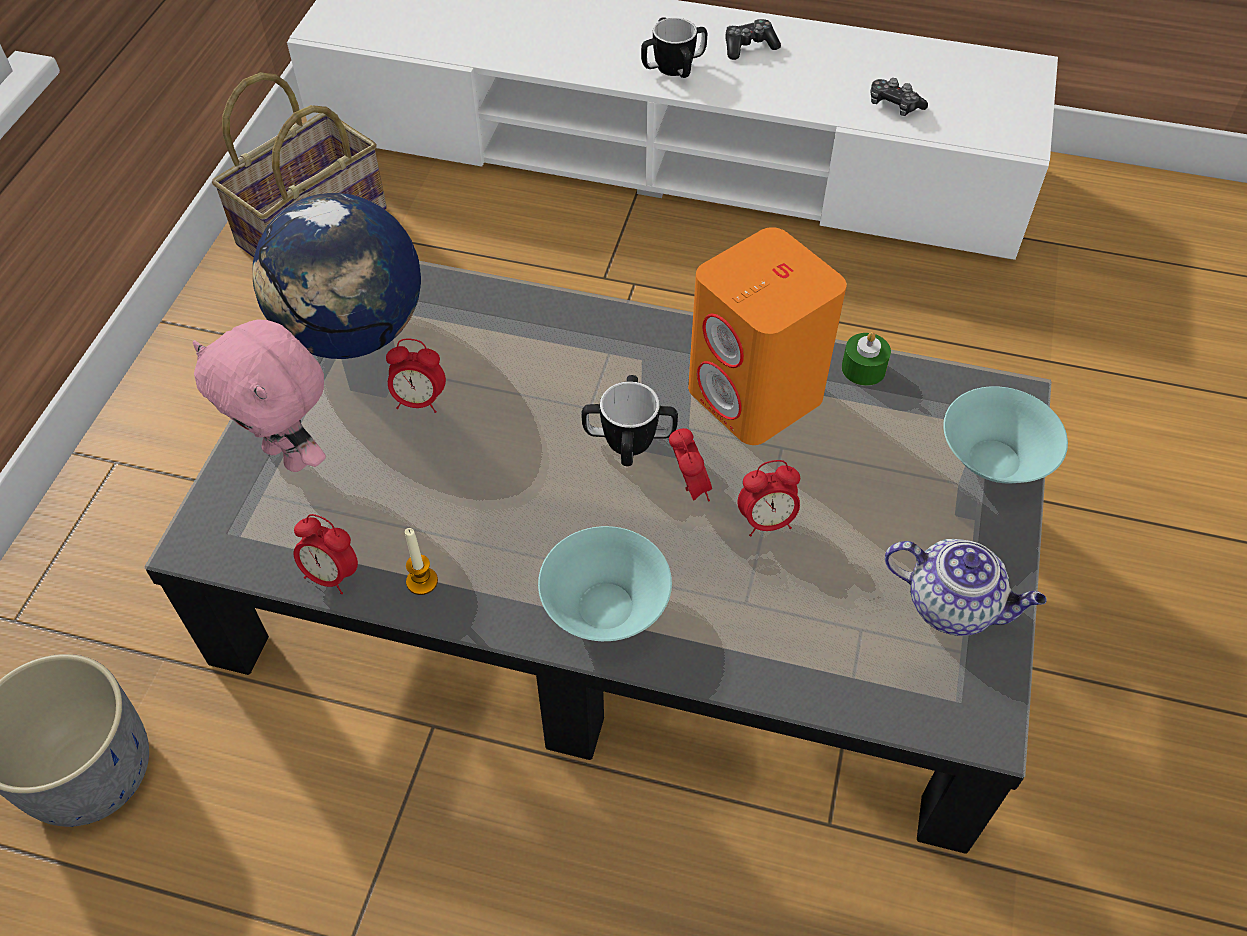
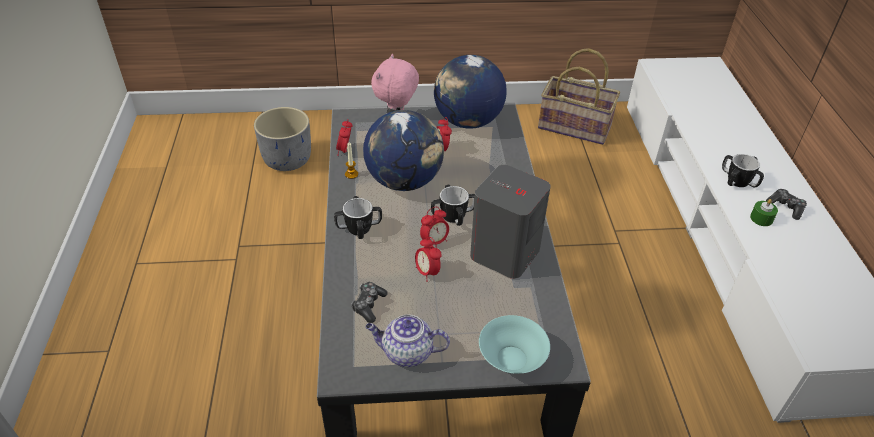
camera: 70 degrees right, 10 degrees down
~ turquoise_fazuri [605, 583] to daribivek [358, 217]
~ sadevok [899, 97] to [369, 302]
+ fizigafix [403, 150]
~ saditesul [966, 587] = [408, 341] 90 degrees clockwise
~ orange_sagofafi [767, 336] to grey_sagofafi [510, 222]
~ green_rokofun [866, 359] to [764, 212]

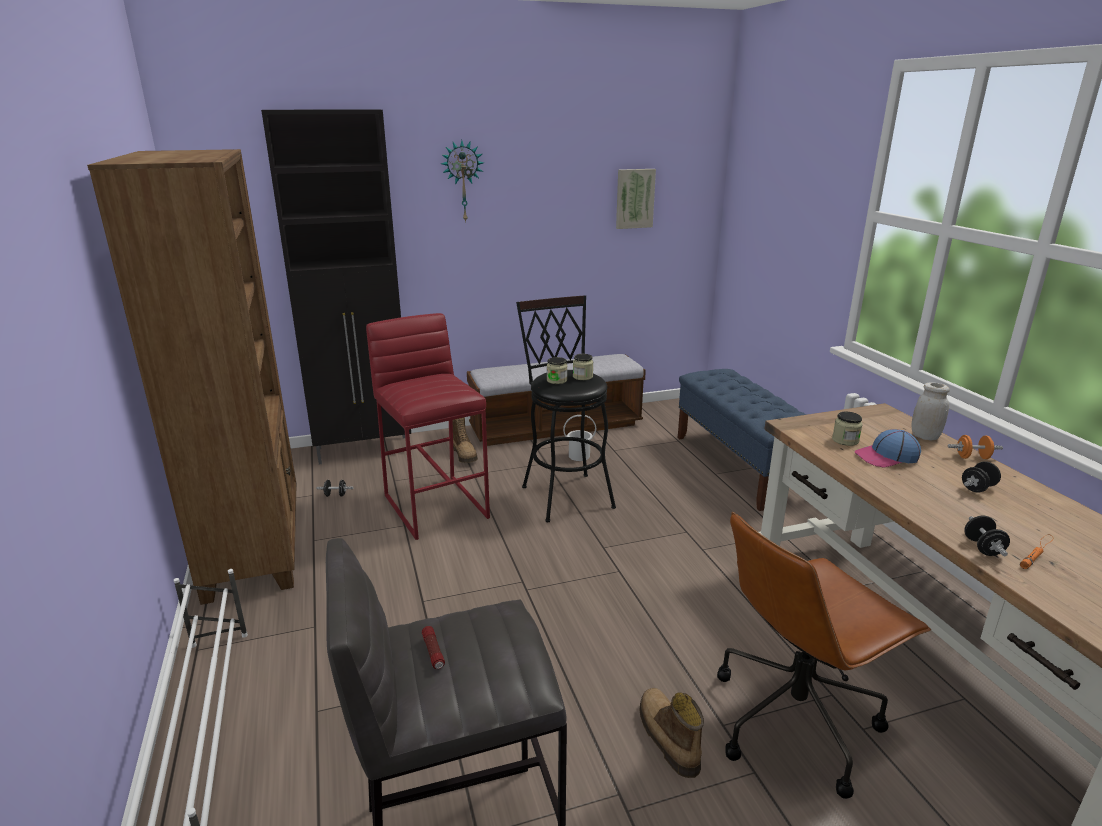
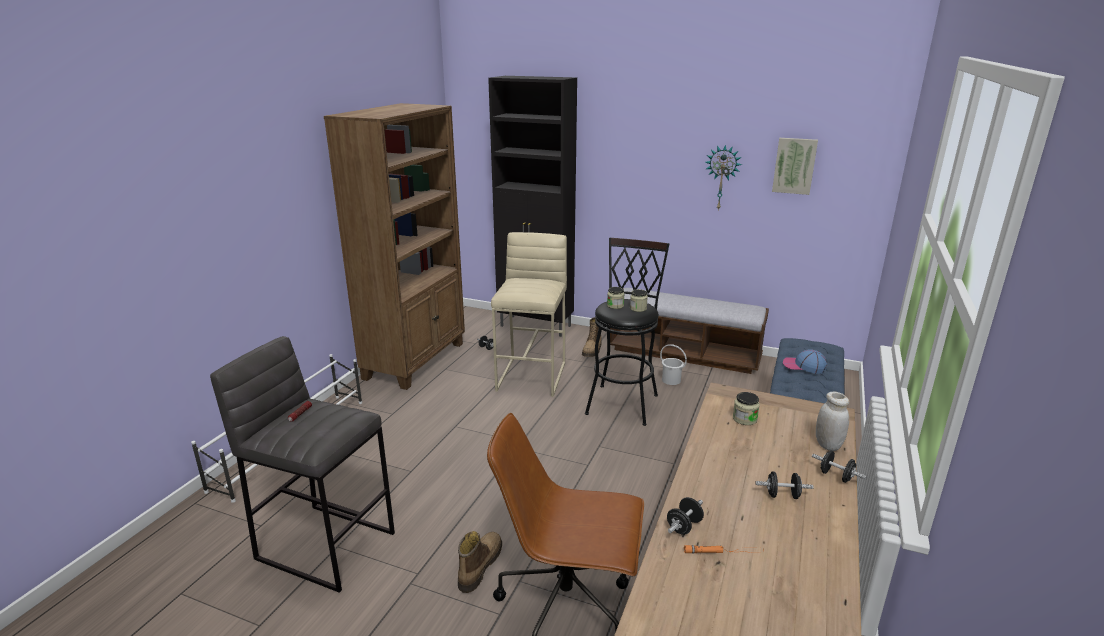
camera: 40 degrees right, 0 degrees up
~ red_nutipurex [428, 426] to beige_nutipurex [529, 314]
~ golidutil [462, 181] to [723, 177]
~ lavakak [887, 448] to [805, 361]
~ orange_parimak [975, 447] to black_parimak [839, 467]

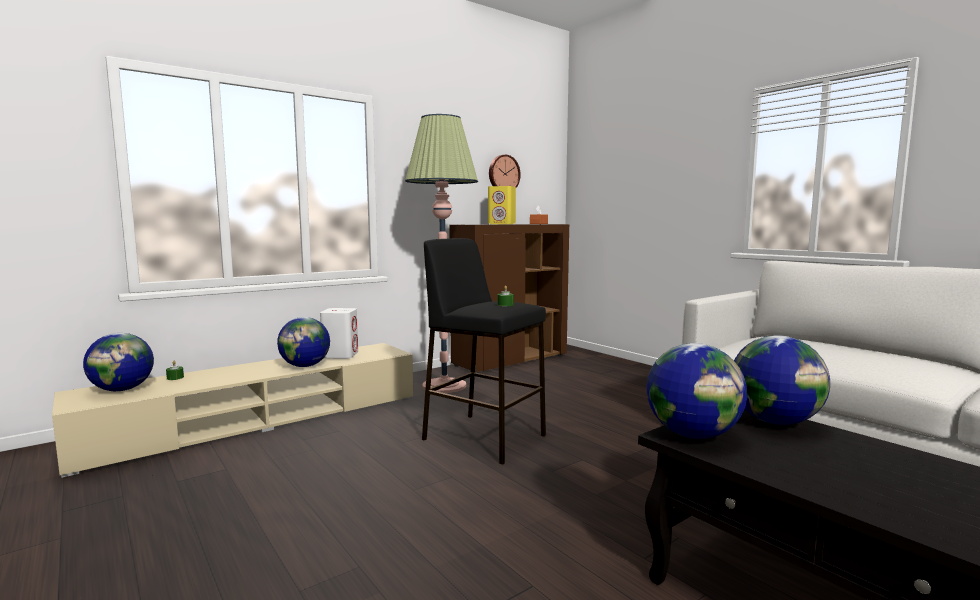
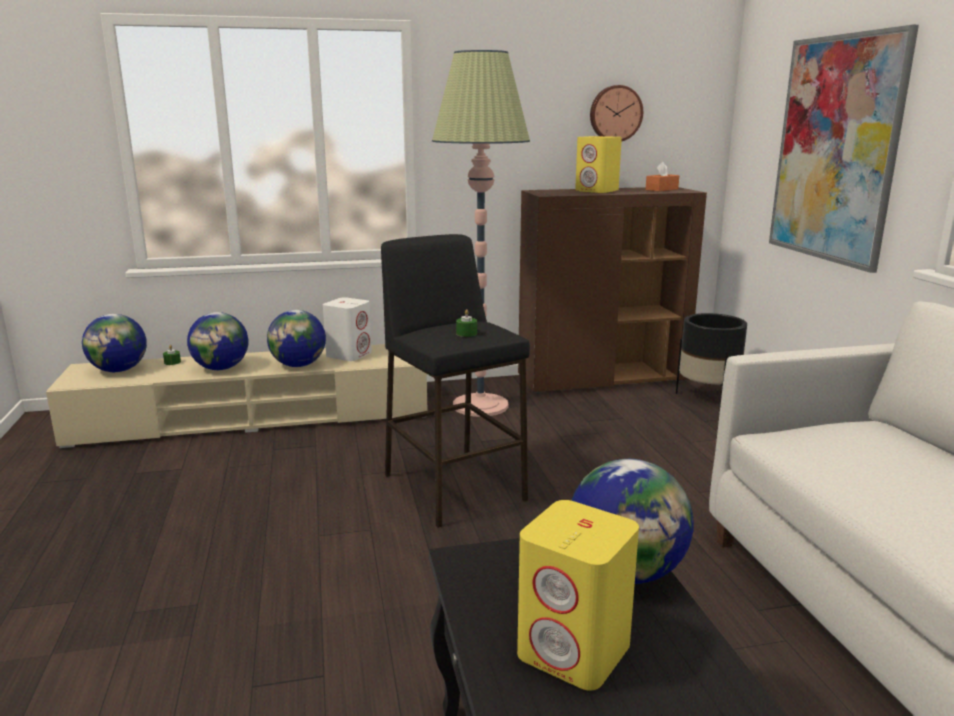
camera: 25 degrees right, 10 degrees up
~ fizigafix [696, 391] to [217, 341]
+ yellow_sagofafi [578, 595]
+ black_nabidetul [711, 359]
+ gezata [844, 149]

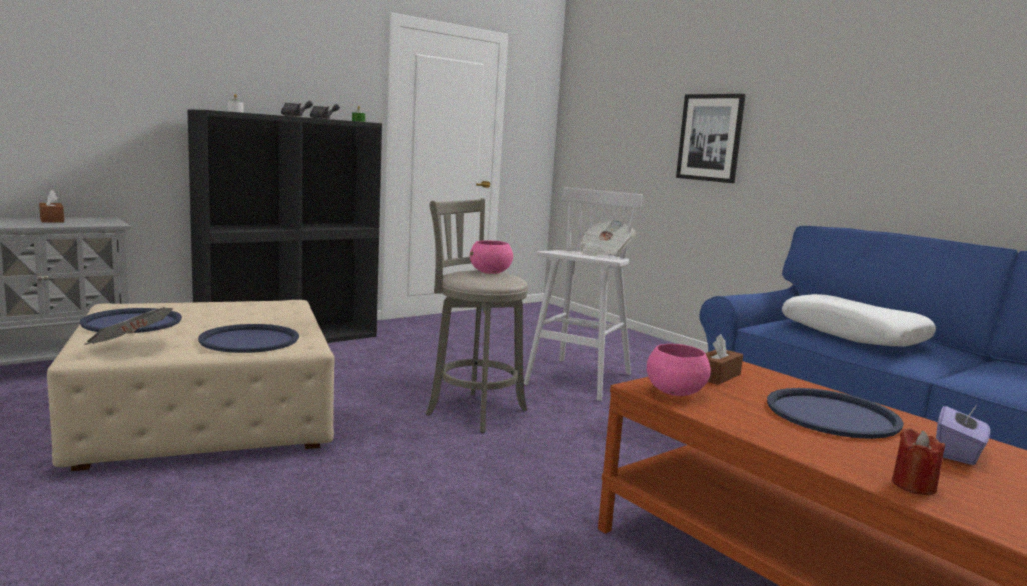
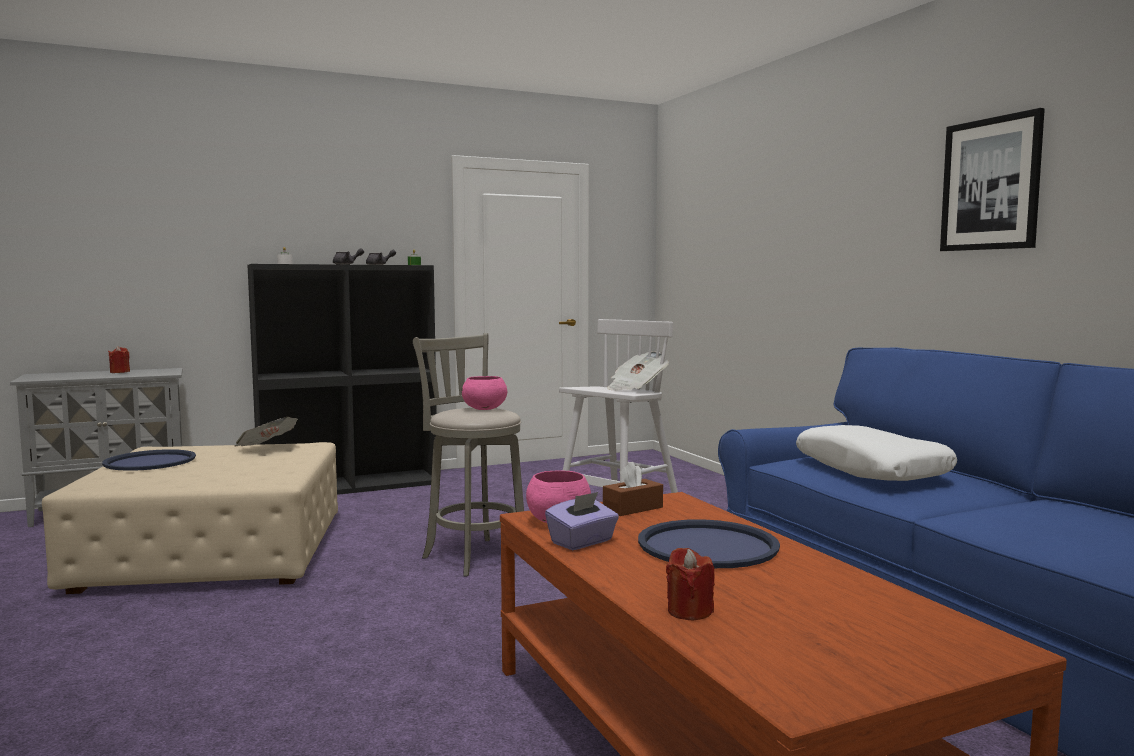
camera: 15 degrees right, 5 degrees down
~ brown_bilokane [51, 206] to red_rokofun [119, 359]
~ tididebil [128, 326] to [266, 431]
~ purple_bilokane [963, 433] to [582, 521]
~ gezata [711, 138] to [992, 179]
- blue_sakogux [248, 338]

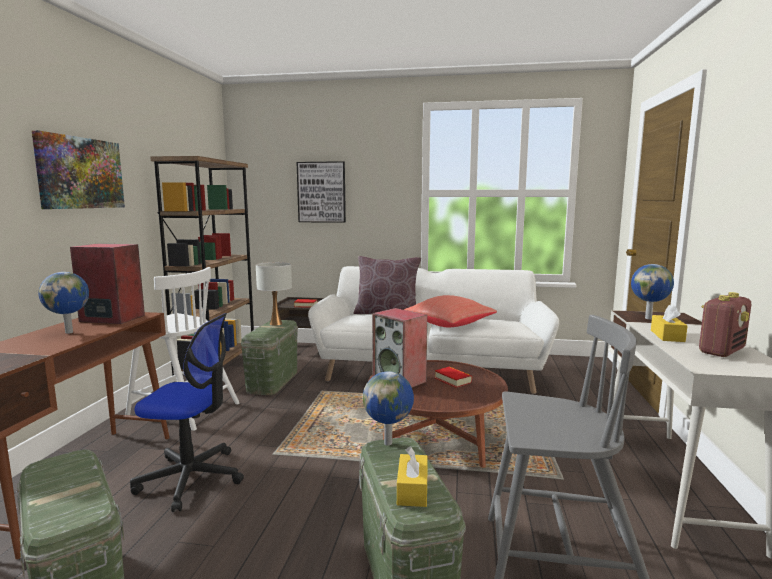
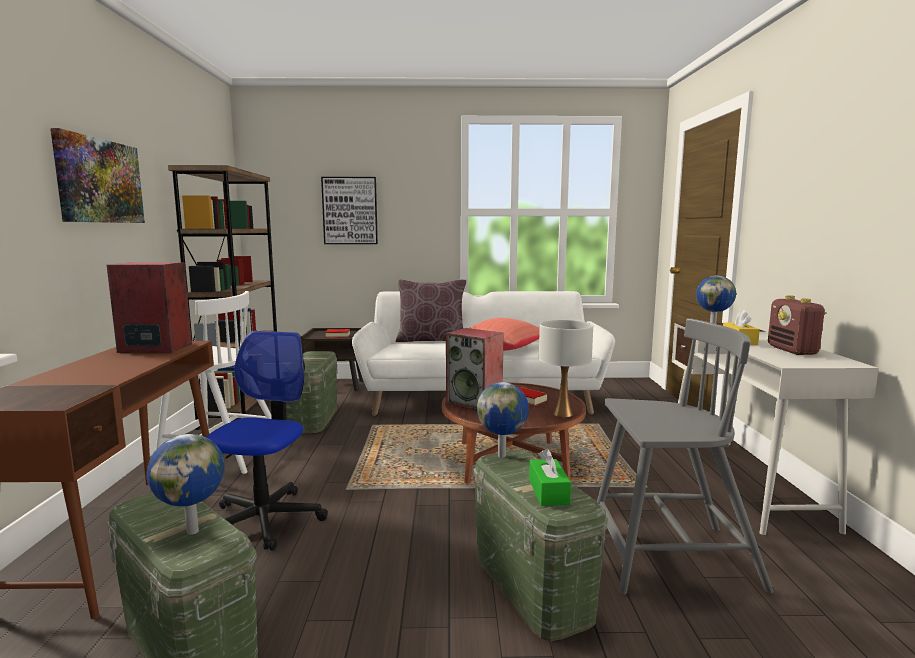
camera: 10 degrees left, 0 degrees up
~ fizigafix [64, 303] to [186, 484]
~ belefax [187, 412] = [267, 441] 75 degrees counterclockwise
~ yellow_bilokane [412, 476] to green_bilokane [550, 477]
~ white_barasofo [274, 294] to [566, 368]
~ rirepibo [725, 324] = [797, 325] 135 degrees clockwise

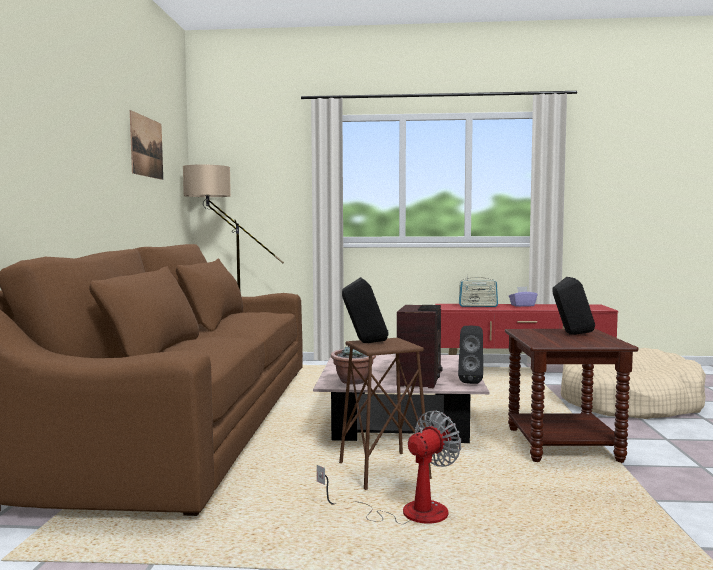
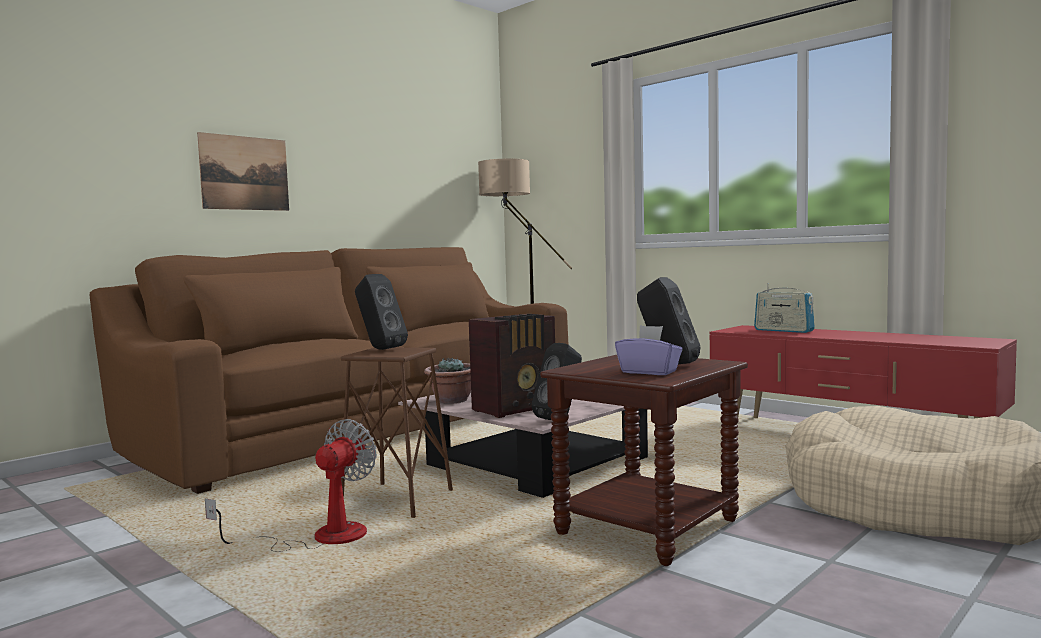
camera: 40 degrees right, 0 degrees up
~ gezata [146, 145] to [243, 171]
~ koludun [389, 467] = [291, 485] 60 degrees counterclockwise
~ purple_bilokane [523, 297] to [649, 350]

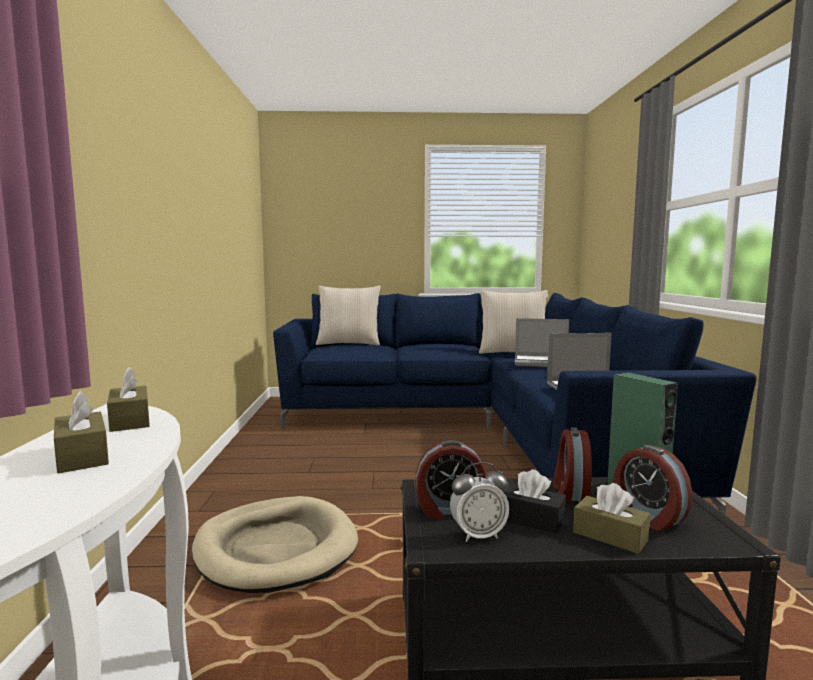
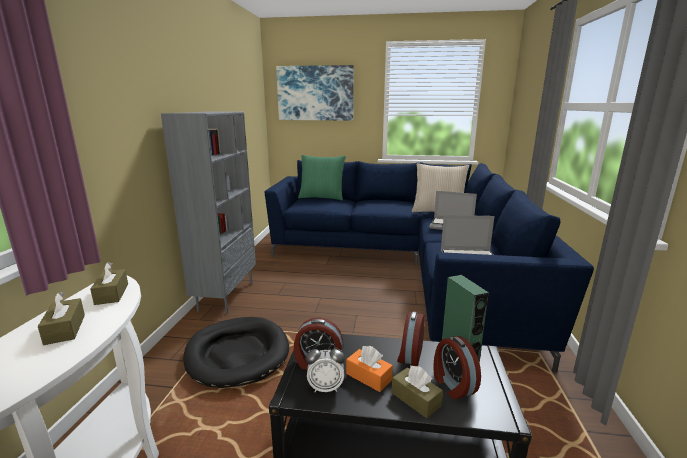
camera: 10 degrees right, 10 degrees up
+ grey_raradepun [208, 213]
~ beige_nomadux [275, 544] to black_nomadux [236, 352]
+ gezata [315, 92]
~ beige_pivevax [348, 316] to green_pivevax [322, 177]
~ black_bilokane [534, 501] to orange_bilokane [369, 369]

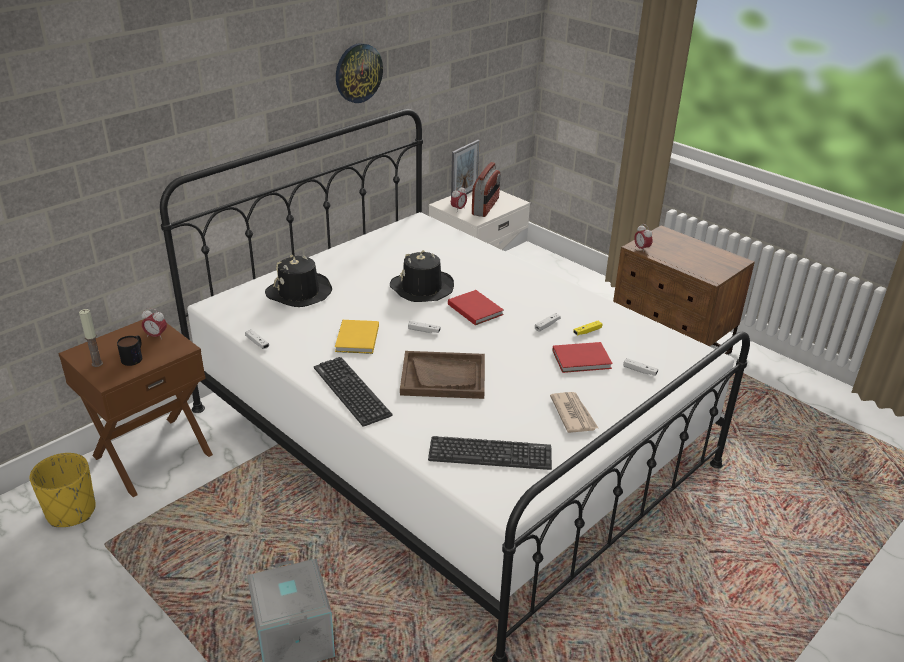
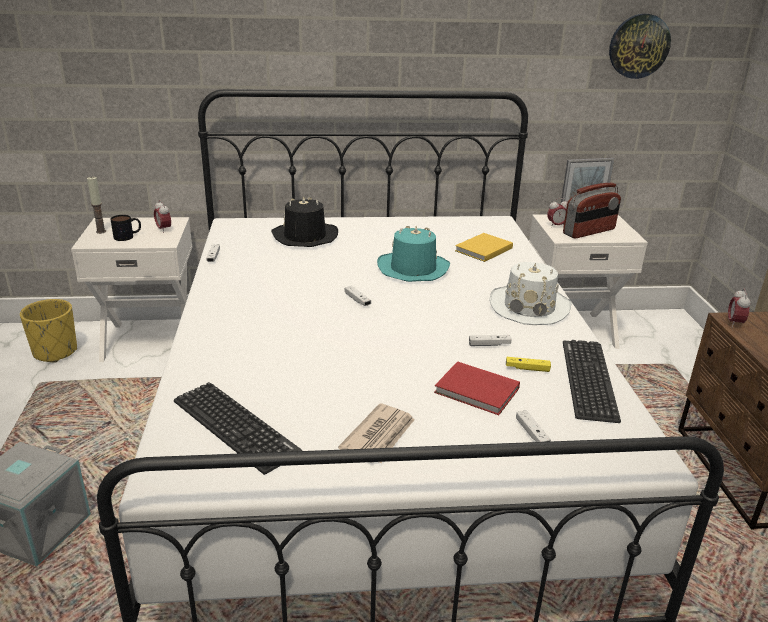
camera: 40 degrees right, 5 degrees down
~ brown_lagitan [135, 408] to white_lagitan [132, 289]
~ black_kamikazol [422, 276] to turquoise_kamikazol [413, 254]
~ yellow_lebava [357, 337] to [484, 247]
+ white_kamikazol [531, 293]
~ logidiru [353, 391] to [592, 381]
~ golidutil [359, 73] to [640, 46]
- brown_sakogux [442, 375]
- red_lebava [476, 307]

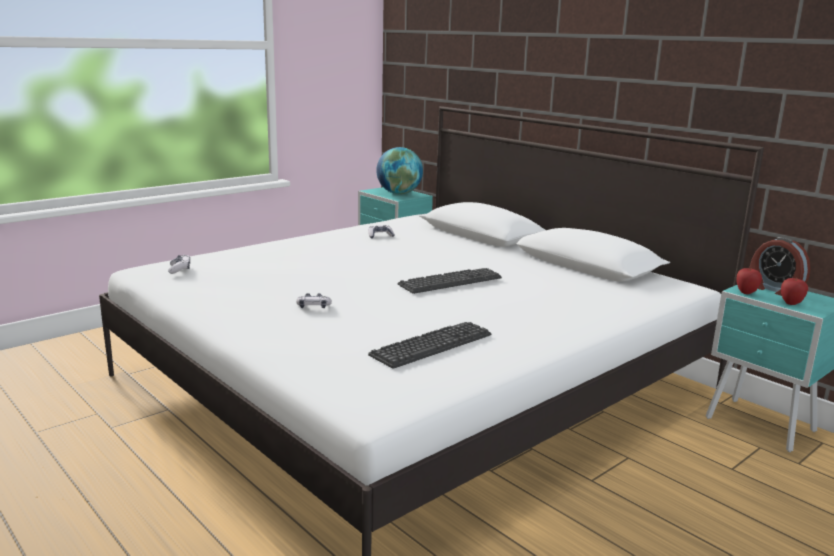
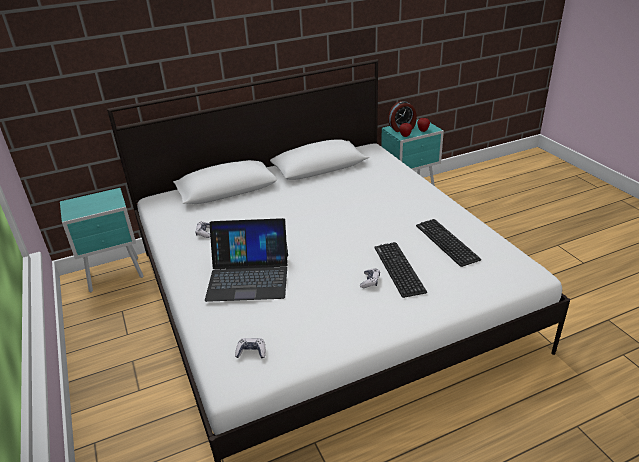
camera: 70 degrees left, 15 degrees up
+ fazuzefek [246, 260]
~ logidiru [450, 281] to [400, 270]
- fizigafix [399, 170]

